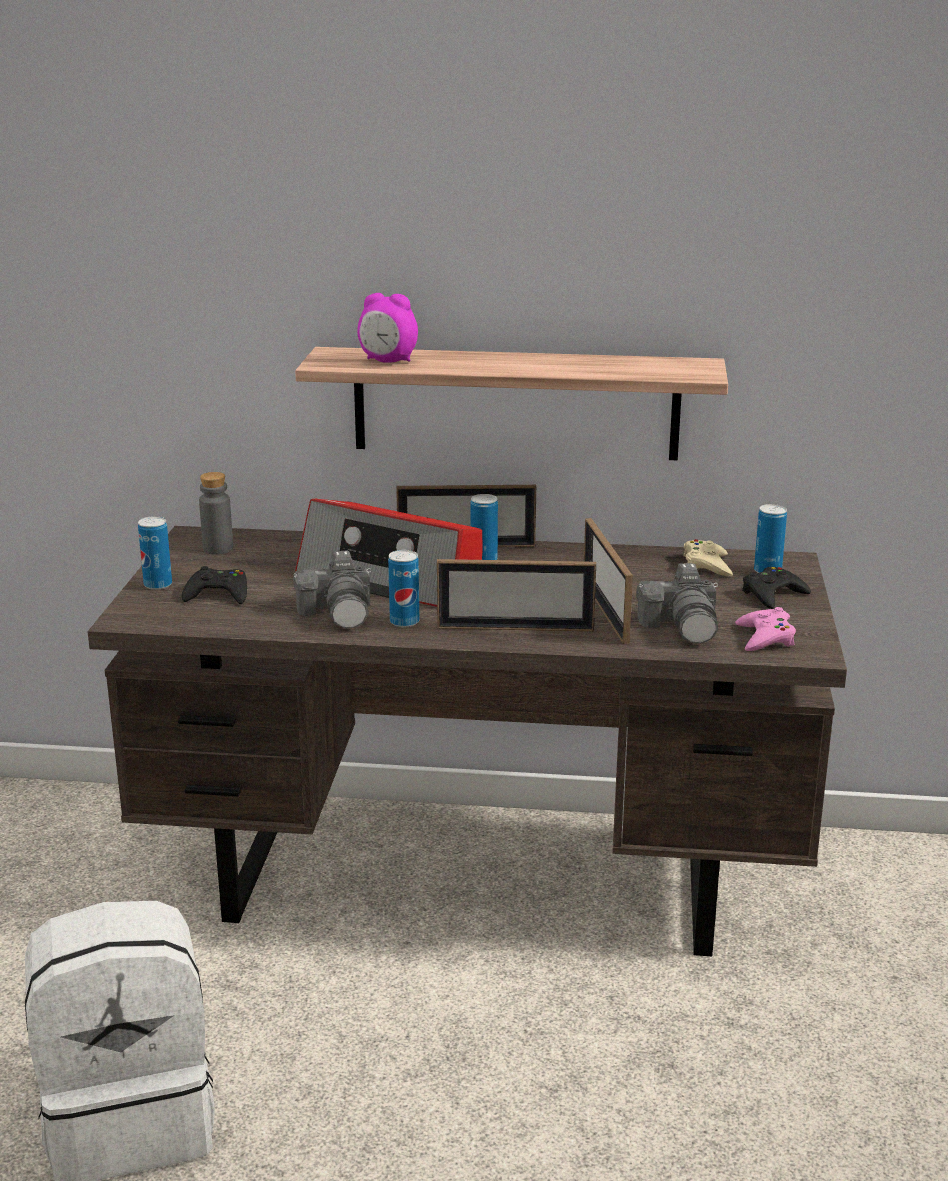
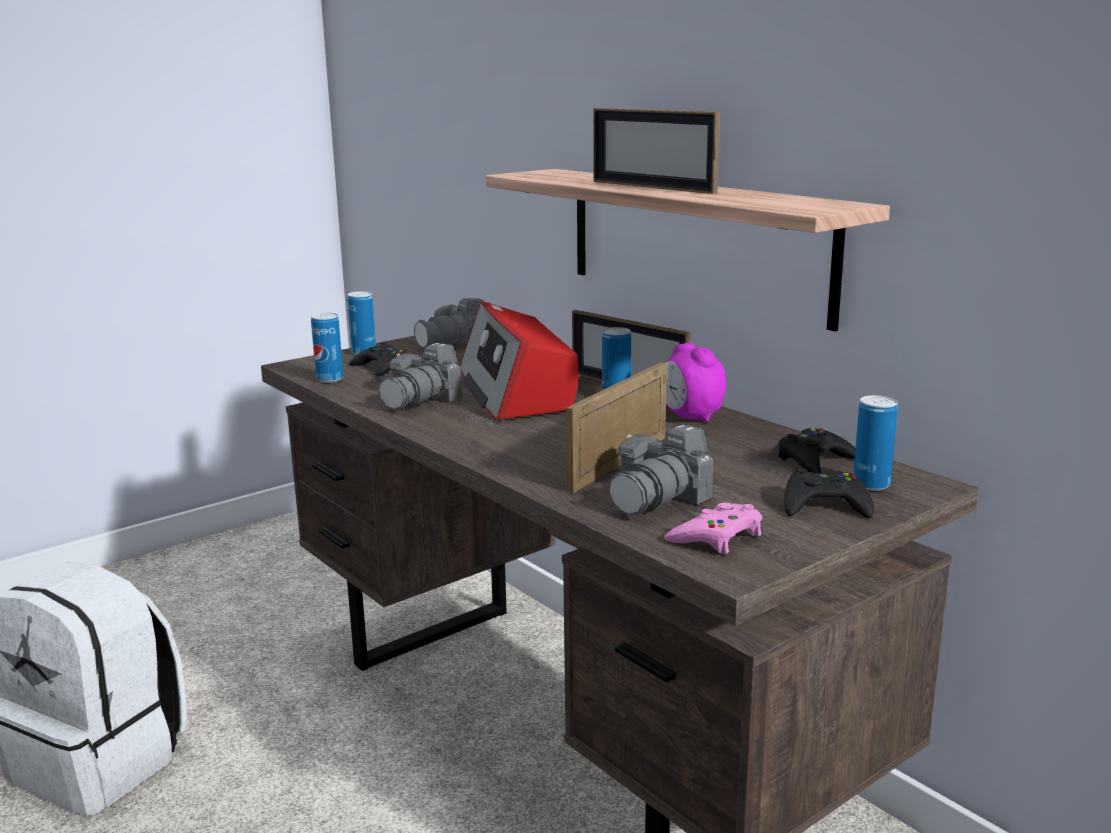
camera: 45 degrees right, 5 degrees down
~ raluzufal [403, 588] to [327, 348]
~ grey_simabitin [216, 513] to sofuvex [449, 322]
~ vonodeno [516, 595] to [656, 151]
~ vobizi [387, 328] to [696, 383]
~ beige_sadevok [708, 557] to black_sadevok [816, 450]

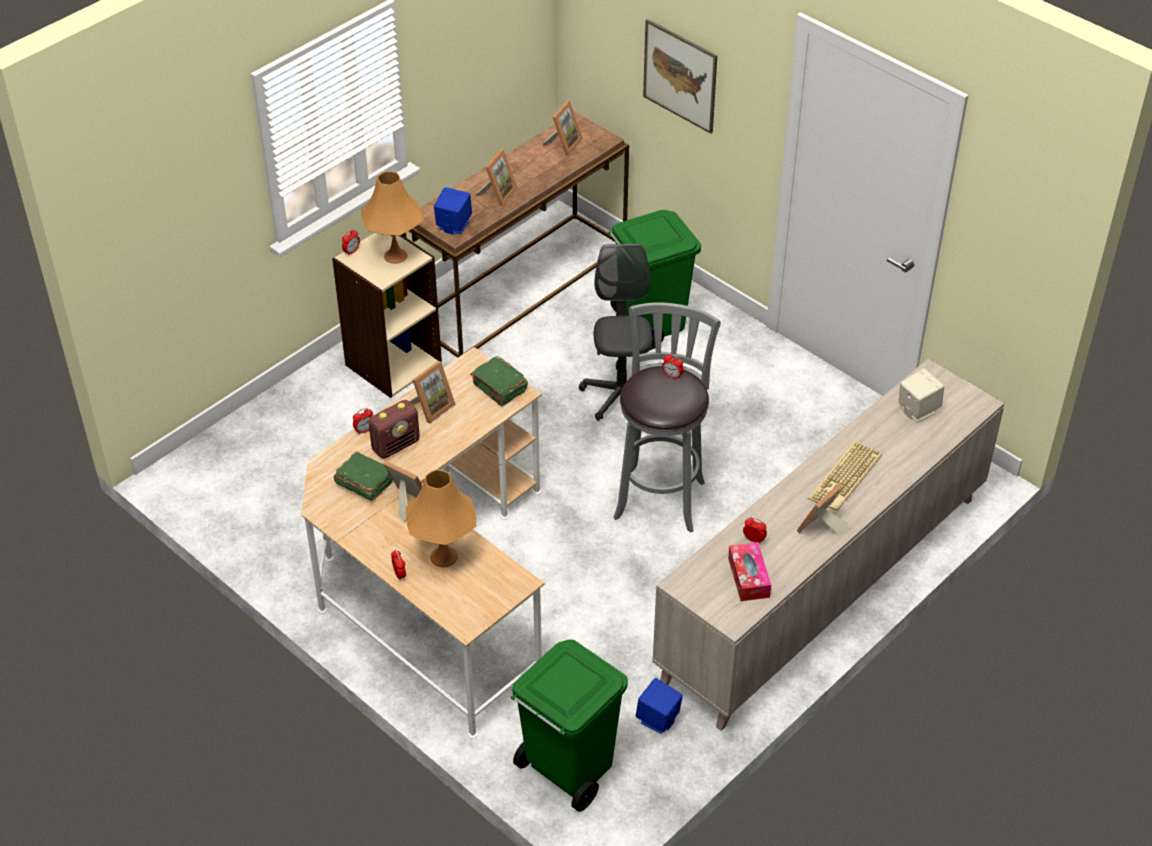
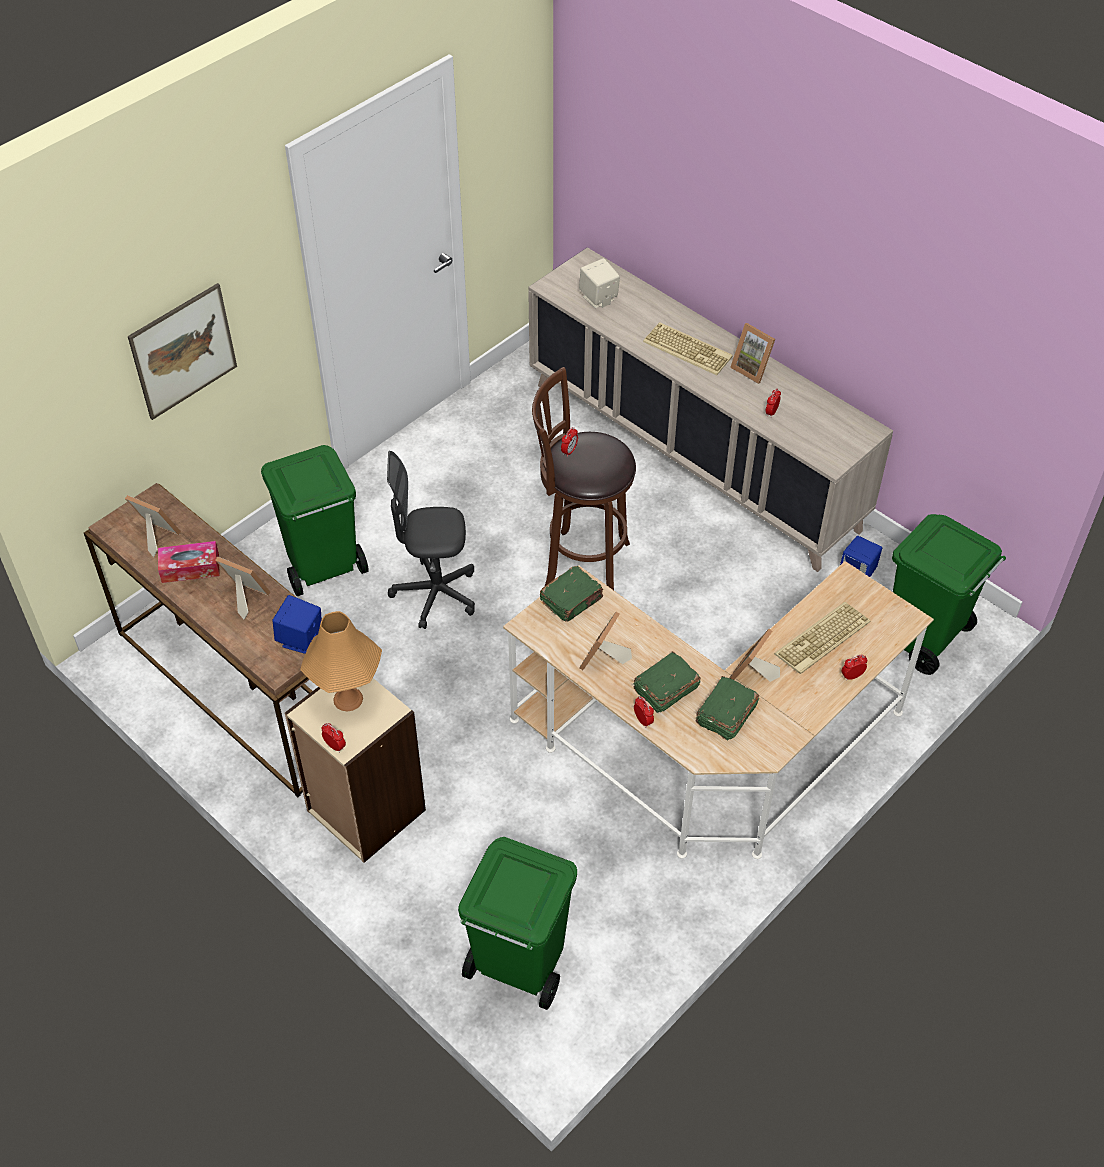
camera: 90 degrees left, 5 degrees up
~ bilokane [749, 571] to [189, 562]
+ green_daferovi [517, 923]
~ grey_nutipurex [667, 417] to brown_nutipurex [584, 478]
~ vonodeno [432, 392] = [605, 641] 105 degrees counterclockwise
~ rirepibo [394, 429] to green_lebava [667, 682]
~ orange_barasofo [441, 518] to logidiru [822, 638]

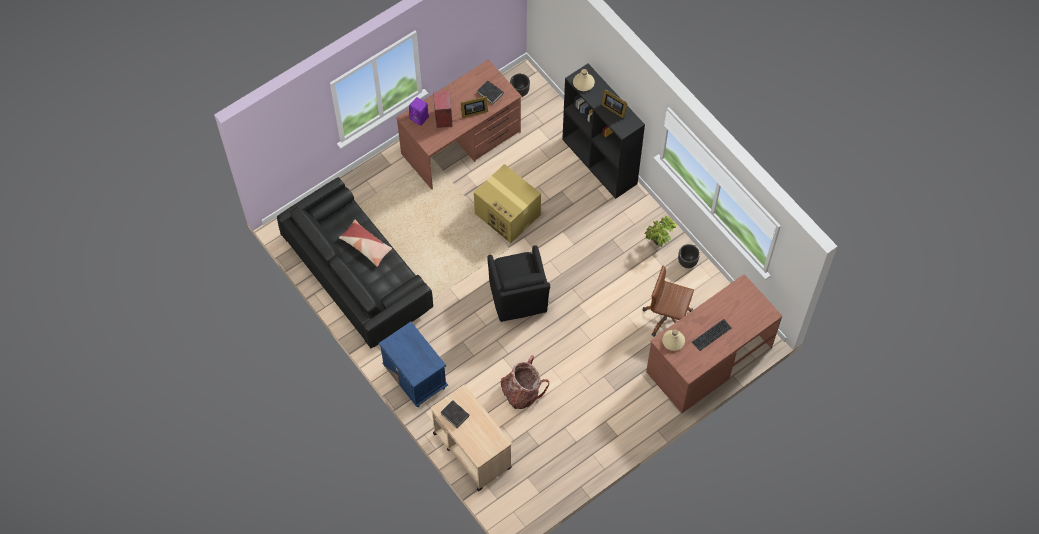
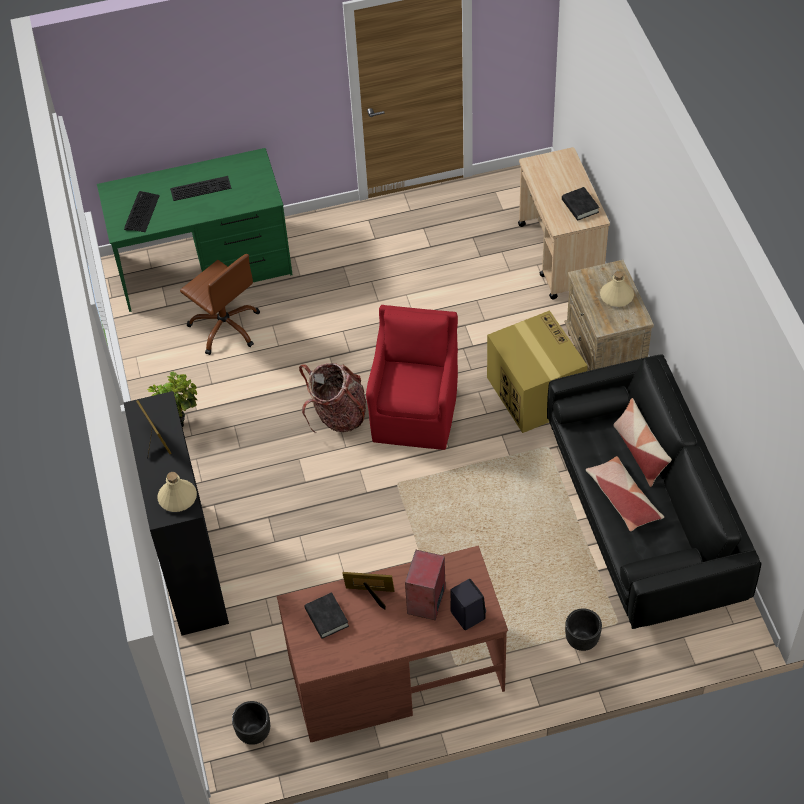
camera: 155 degrees left, 10 degrees down
~ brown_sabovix [714, 343] to green_sabovix [195, 230]
+ logidiru [142, 211]
~ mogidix [524, 382] to [332, 398]
~ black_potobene [518, 283] to red_potobene [412, 377]
~ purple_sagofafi [419, 111] to black_sagofafi [468, 604]
~ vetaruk [507, 203] to [537, 371]
~ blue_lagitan [413, 364] to beige_lagitan [609, 315]
~ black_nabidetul [689, 256] to [583, 629]
~ beige_simabitin [673, 340] to [617, 289]
+ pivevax [643, 442]

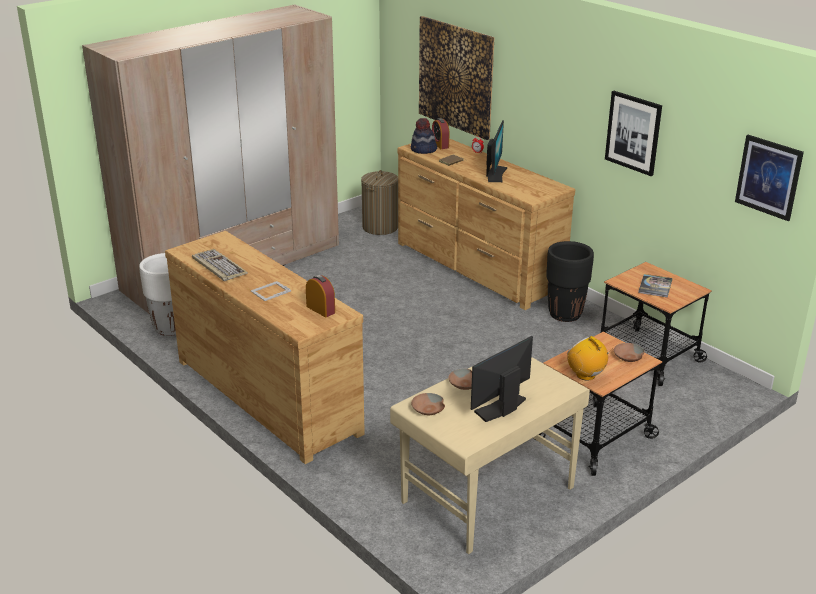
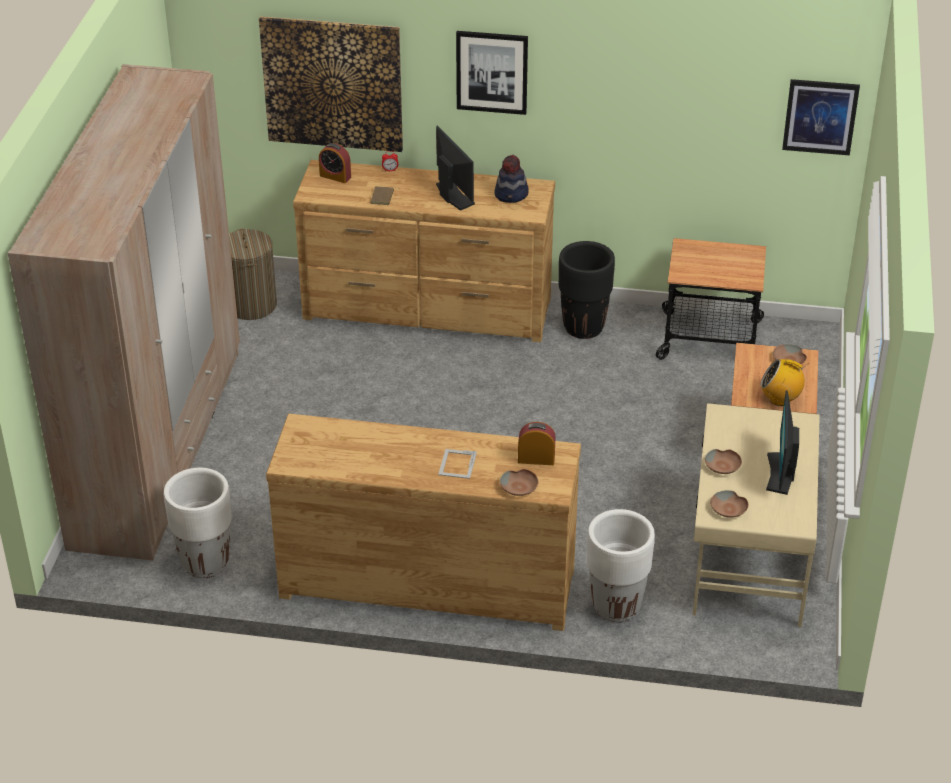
camera: 40 degrees left, 10 degrees up
~ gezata [633, 133] to [492, 73]
~ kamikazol [424, 136] to [511, 179]
+ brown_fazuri [519, 482]
+ white_nabidetul [621, 565]
- logidiru [220, 265]
- lebava [655, 286]

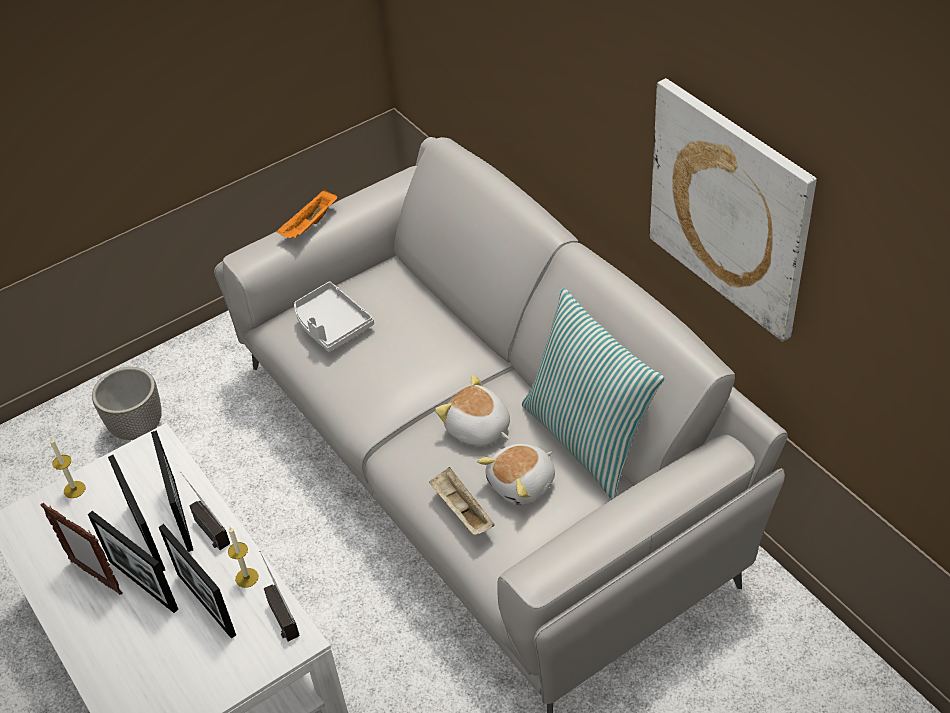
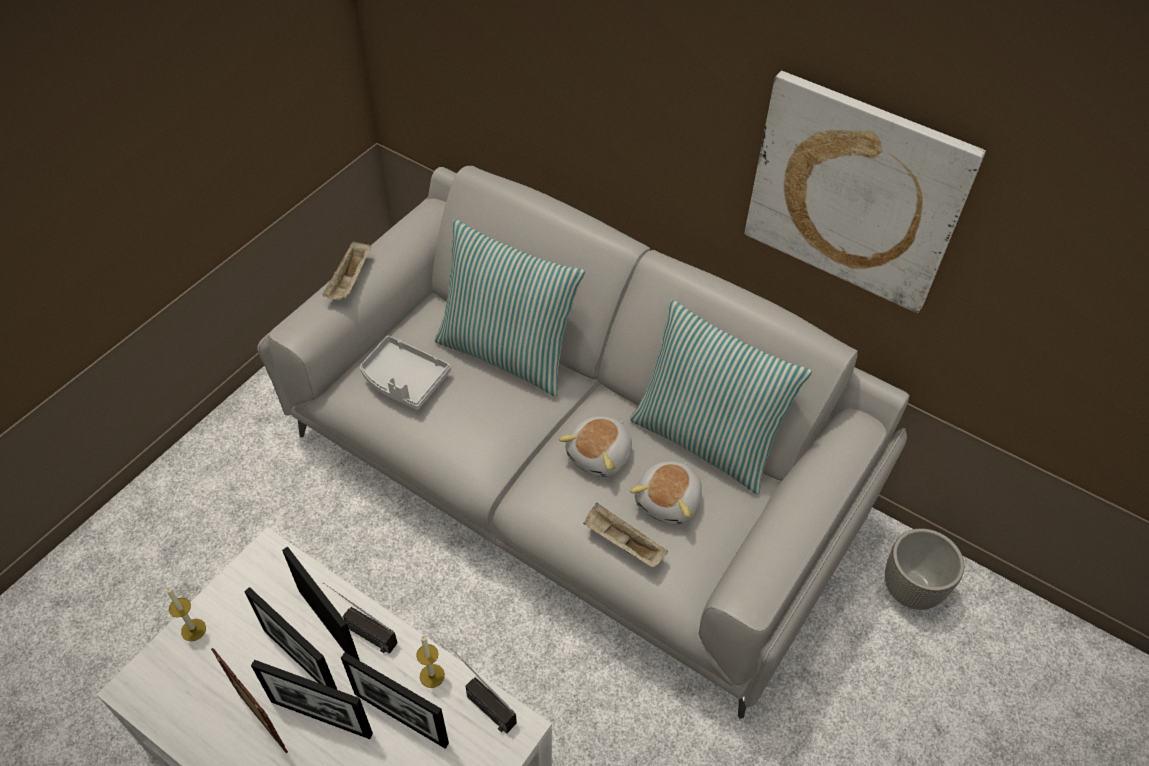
camera: 25 degrees left, 5 degrees up
~ vonodeno [81, 549] = [249, 700] 150 degrees counterclockwise
~ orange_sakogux [306, 213] to beige_sakogux [346, 270]
+ pivevax [510, 308]
~ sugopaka [472, 410] = [595, 446] 75 degrees counterclockwise
~ nabidetul [127, 403] to [924, 569]

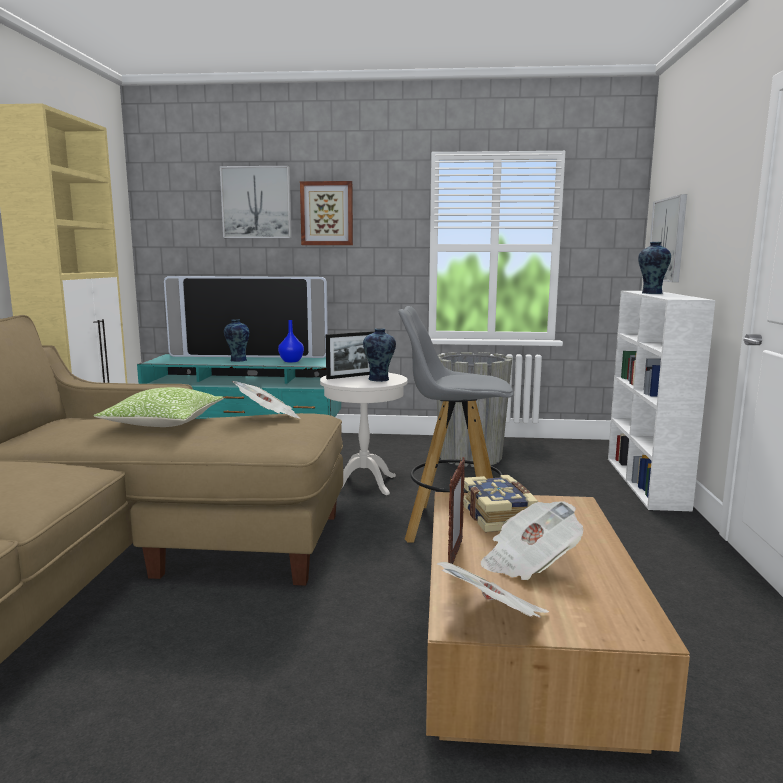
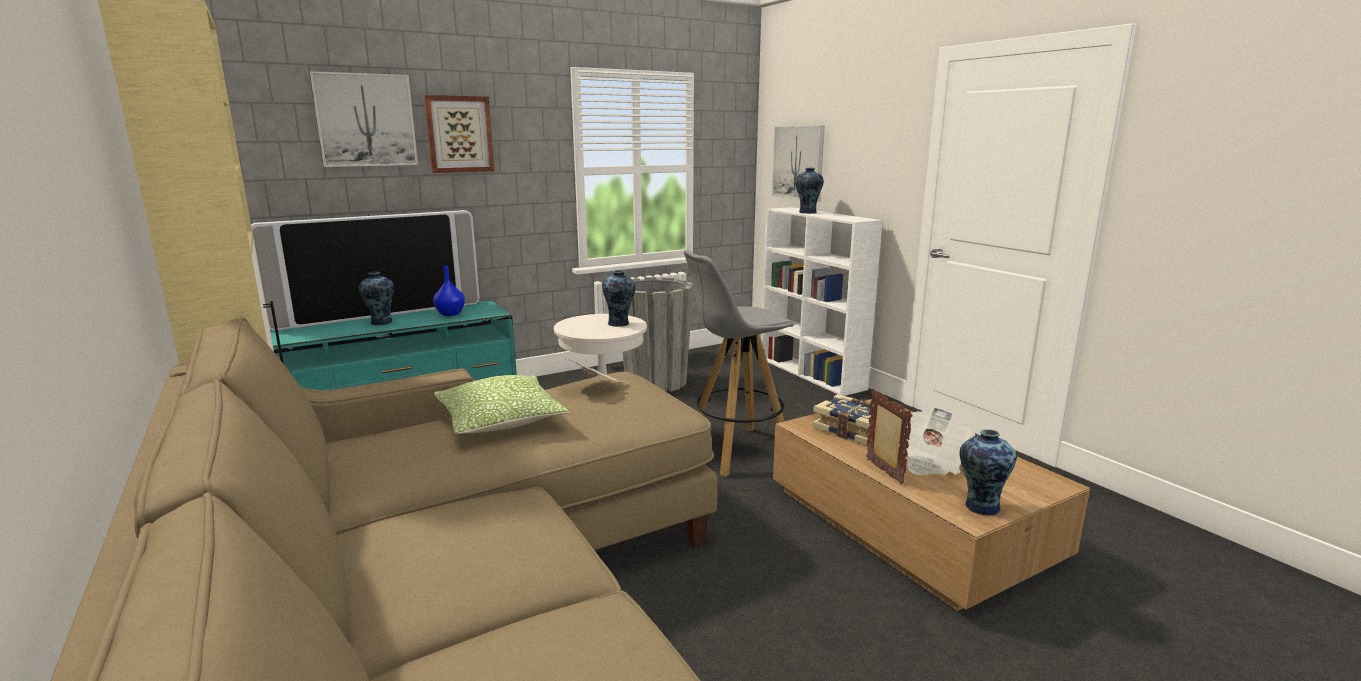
camera: 35 degrees left, 5 degrees up
~ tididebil [493, 590] to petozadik [988, 472]
- vonodeno [350, 355]

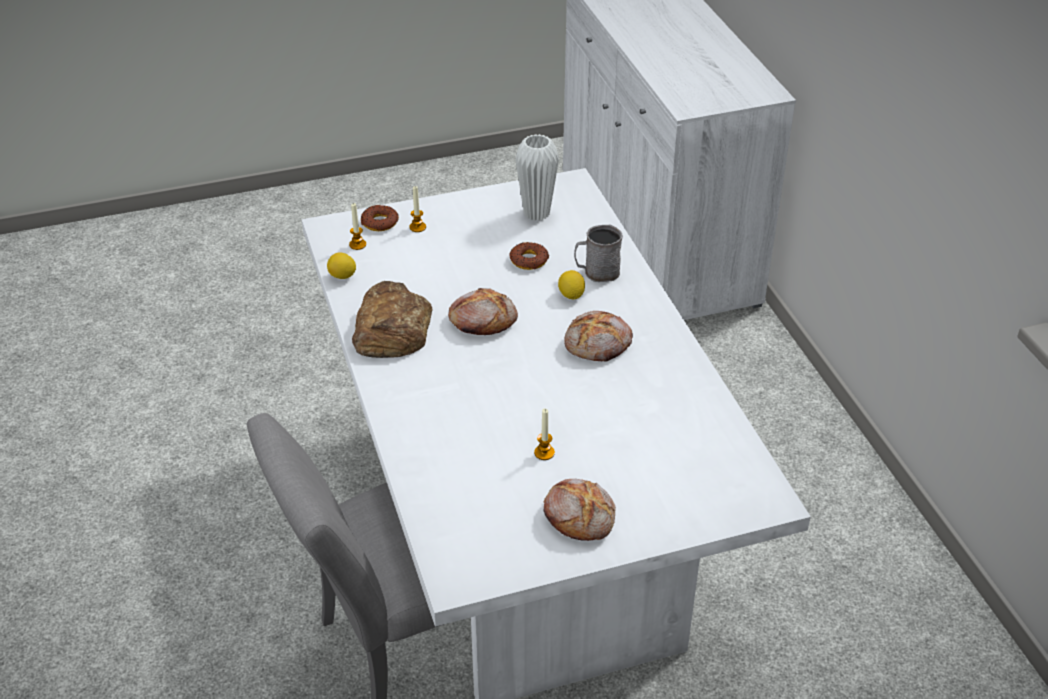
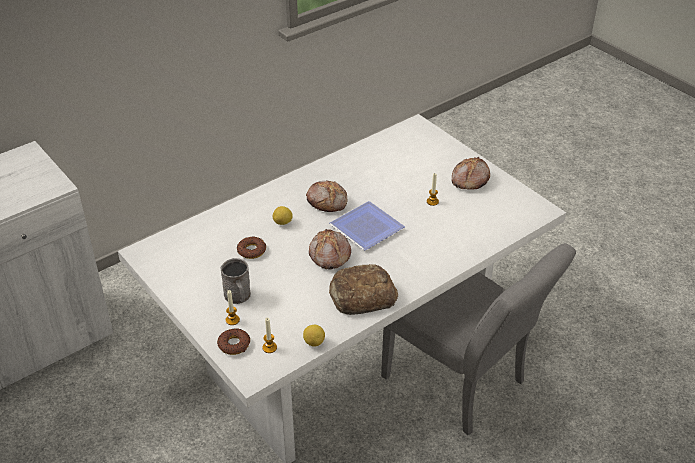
camera: 110 degrees left, 0 degrees up
~ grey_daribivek [598, 253] to [235, 281]
+ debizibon [367, 225]
- white_petozadik [537, 177]

